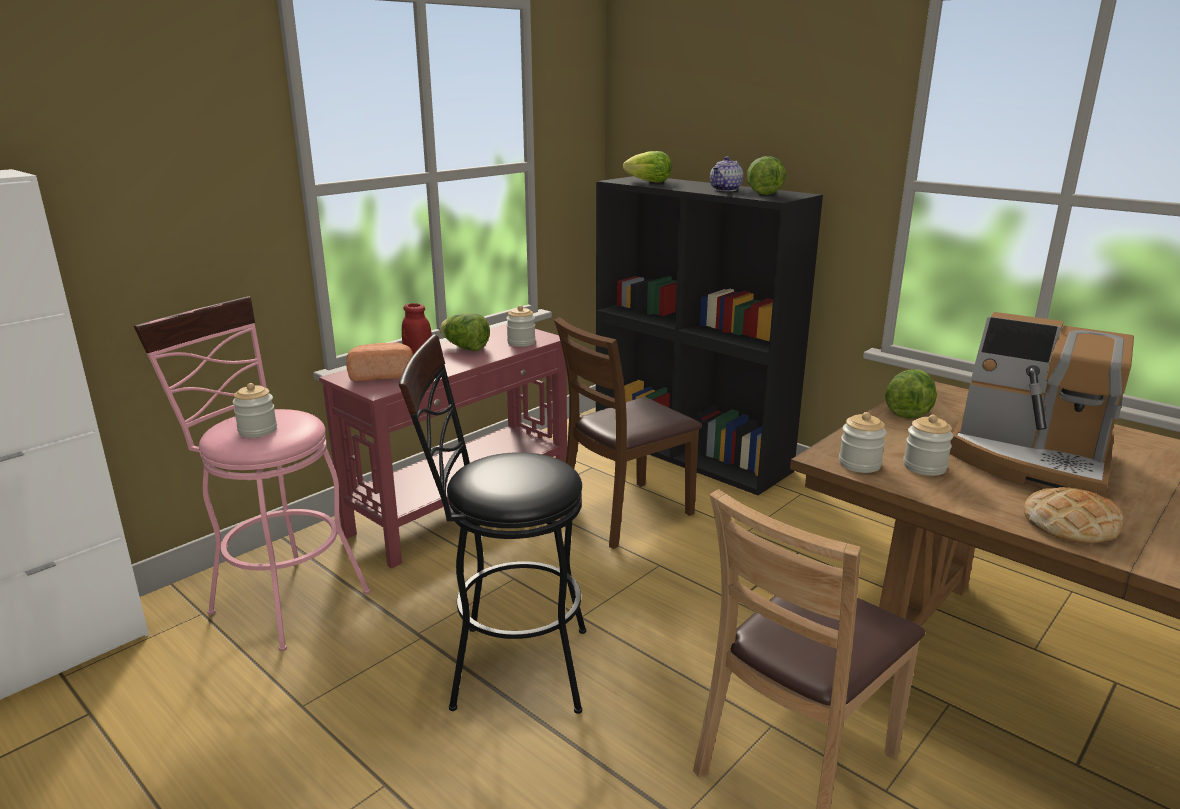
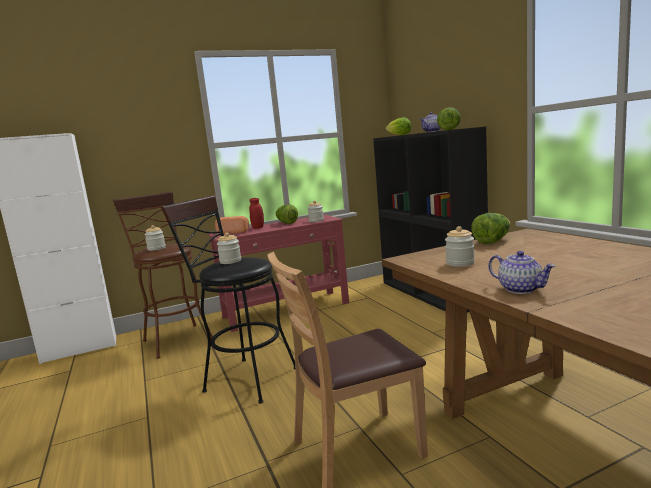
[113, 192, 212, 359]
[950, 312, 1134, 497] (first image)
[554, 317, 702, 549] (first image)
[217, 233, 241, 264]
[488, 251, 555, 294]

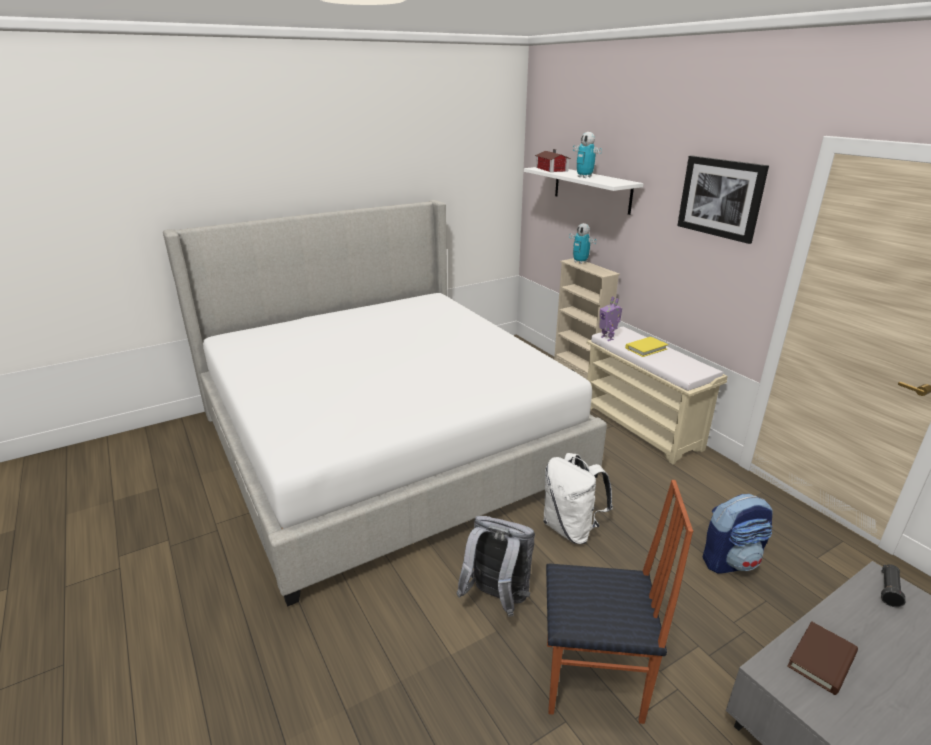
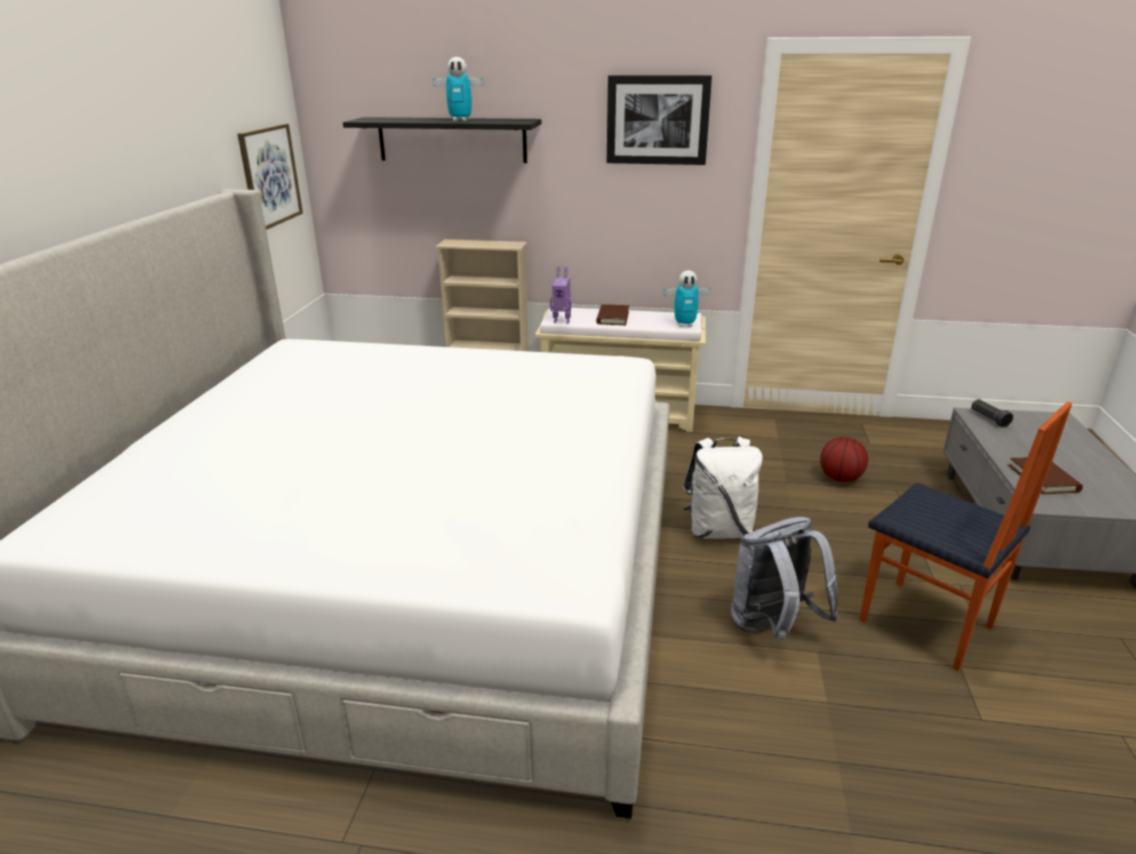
[535, 149, 571, 172] (first image)
[343, 117, 542, 163]
[663, 270, 711, 327]
[596, 304, 629, 325]
[859, 402, 1072, 671]
[820, 437, 868, 482]
[237, 124, 303, 230]

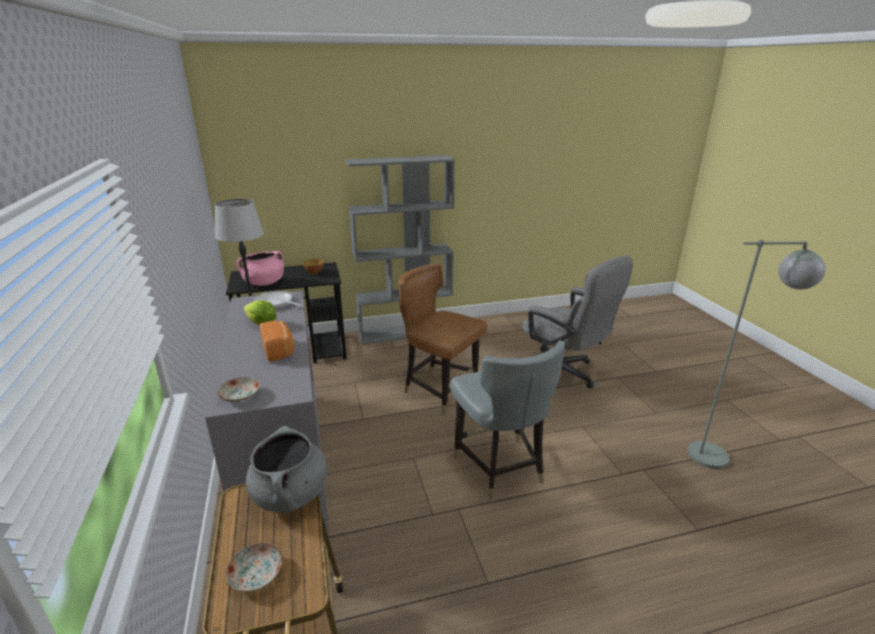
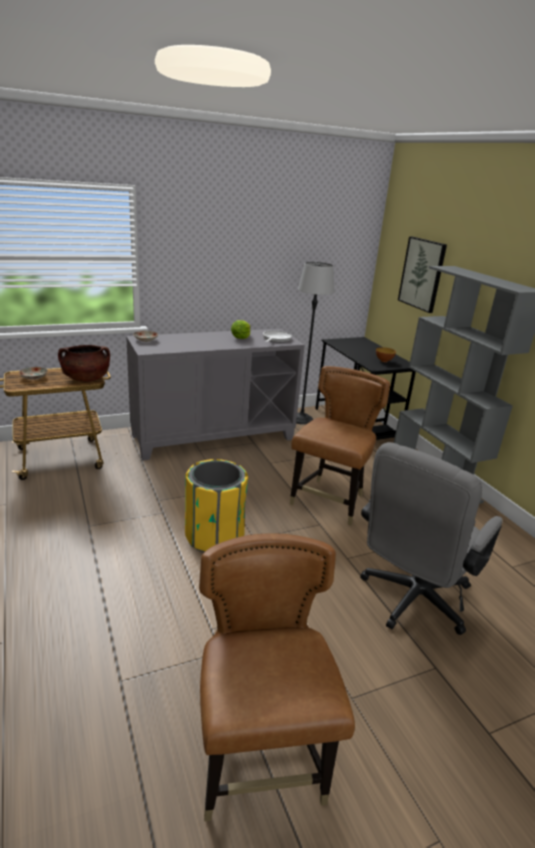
[199, 533, 355, 822]
[237, 251, 284, 286] (first image)
[260, 320, 295, 362] (first image)
[185, 459, 248, 553]
[58, 345, 110, 382]
[398, 236, 447, 313]

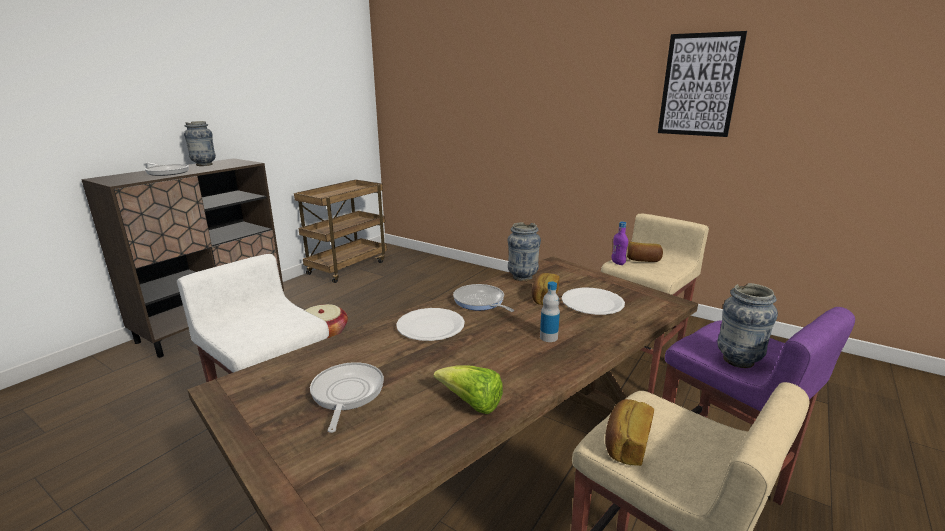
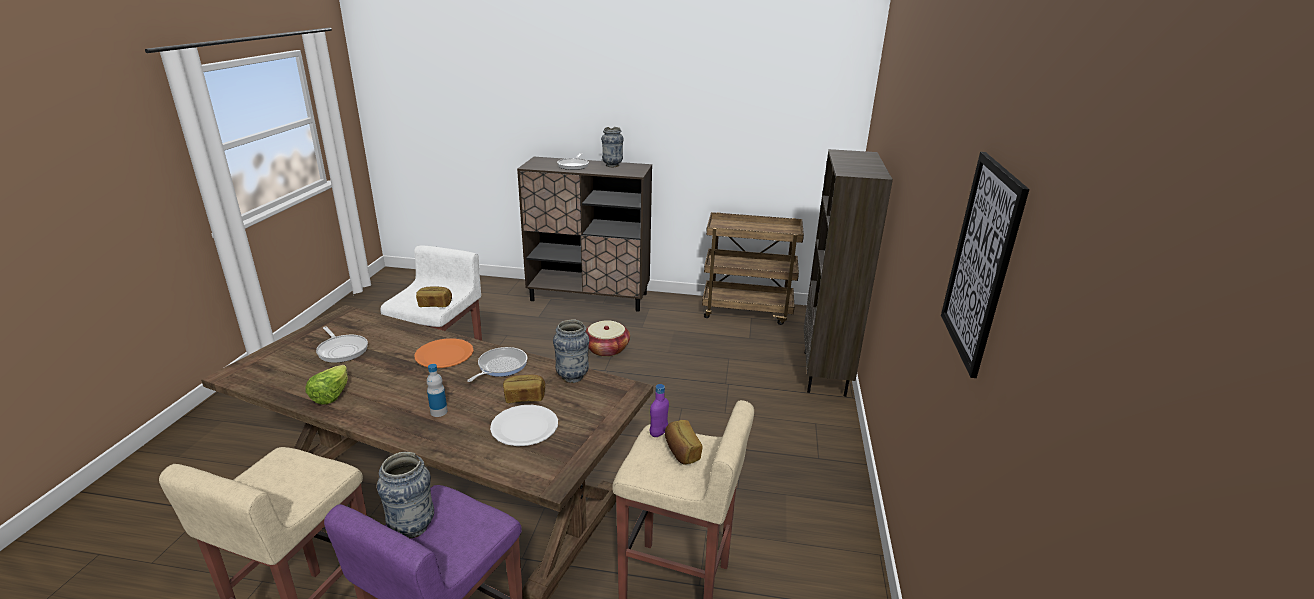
[414, 338, 474, 368]
[316, 326, 368, 363]
[416, 287, 452, 307]
[804, 149, 893, 397]

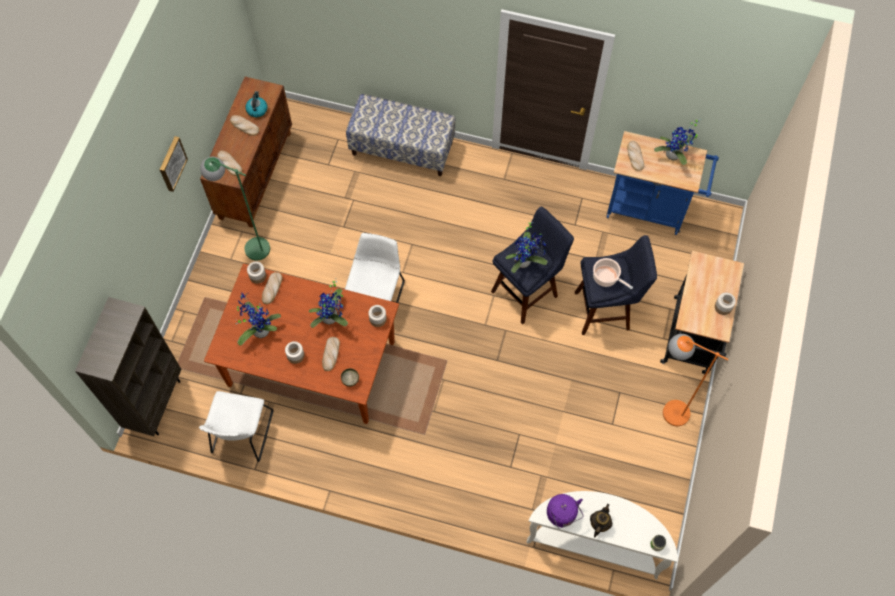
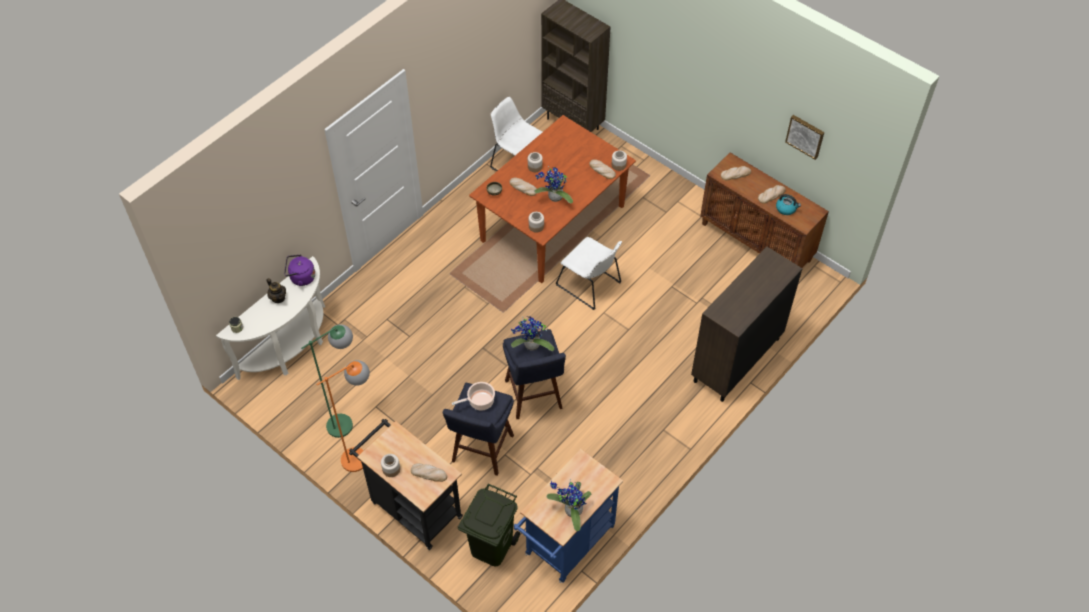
[691, 247, 803, 402]
[785, 115, 824, 160]
[411, 463, 447, 482]
[301, 324, 353, 438]
[235, 292, 281, 346] (first image)
[458, 483, 520, 566]

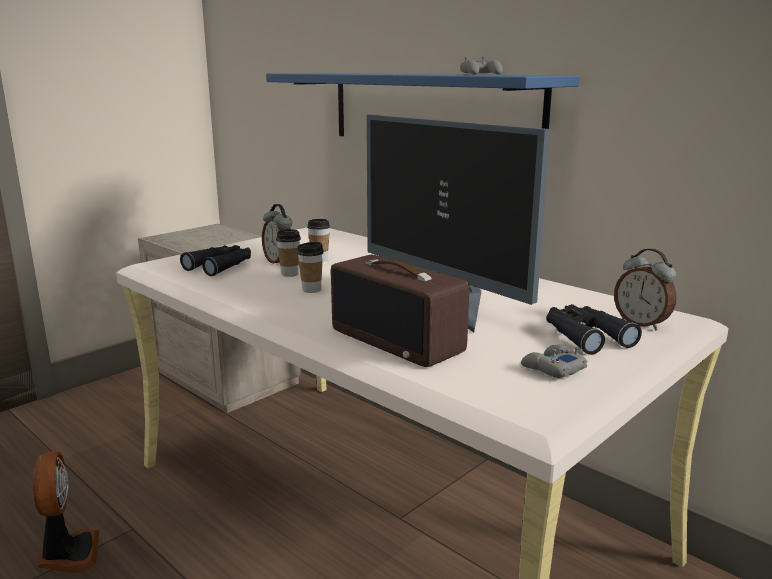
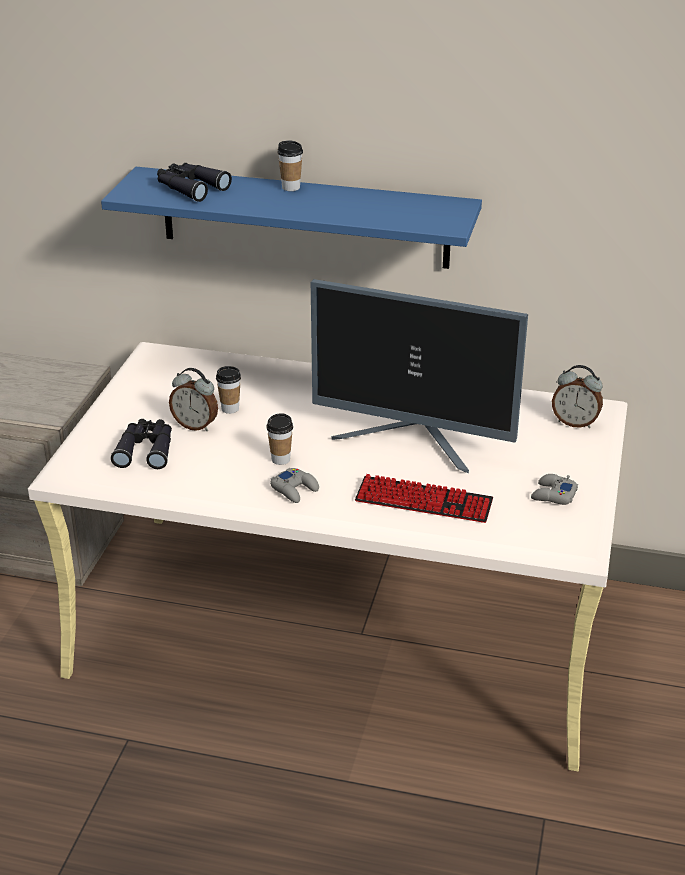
[270, 468, 319, 503]
[277, 140, 303, 191]
[355, 474, 493, 523]
[157, 163, 232, 202]
[33, 451, 99, 573] (first image)

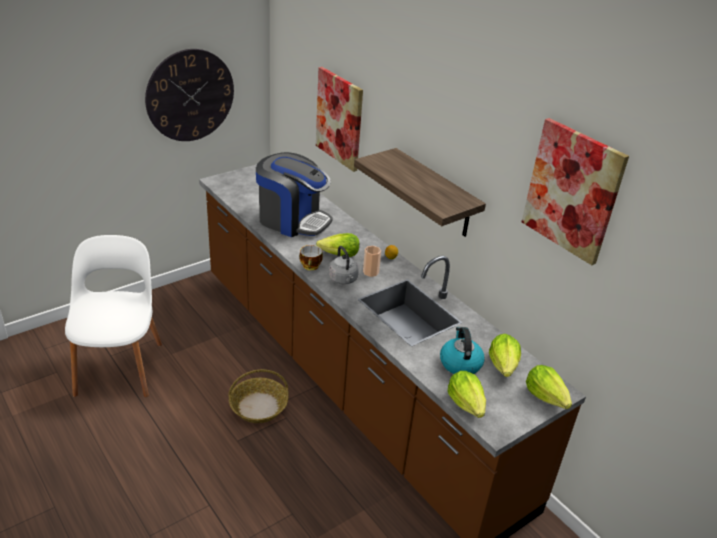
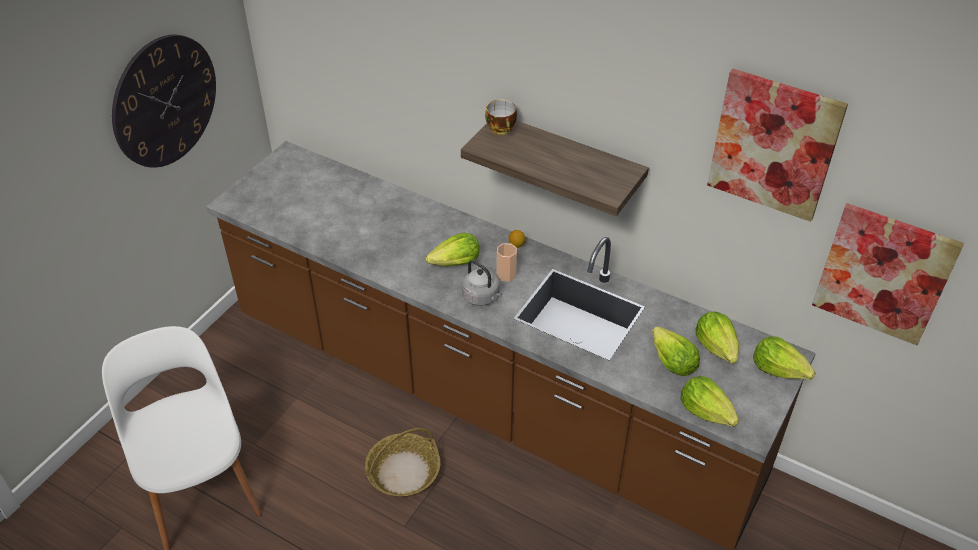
[812, 203, 964, 345]
[256, 152, 333, 237] (first image)
[485, 100, 517, 135]
[652, 326, 700, 376]

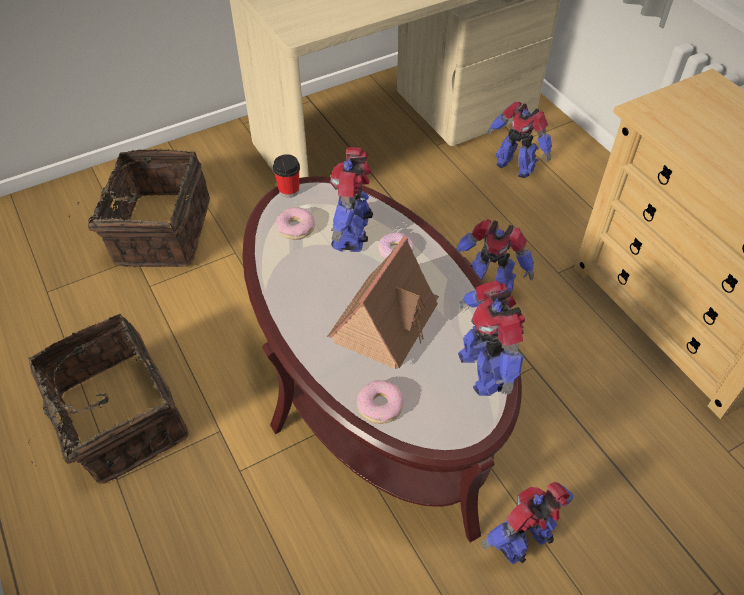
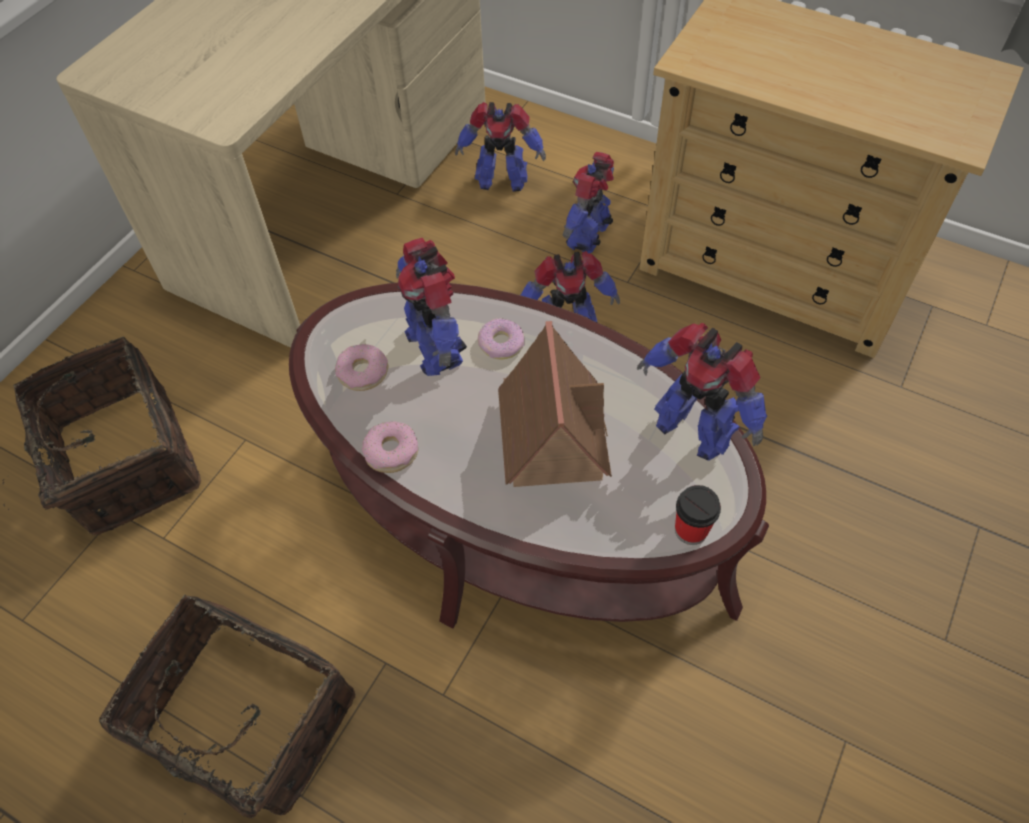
[675, 485, 721, 545]
[362, 421, 418, 473]
[563, 152, 614, 254]

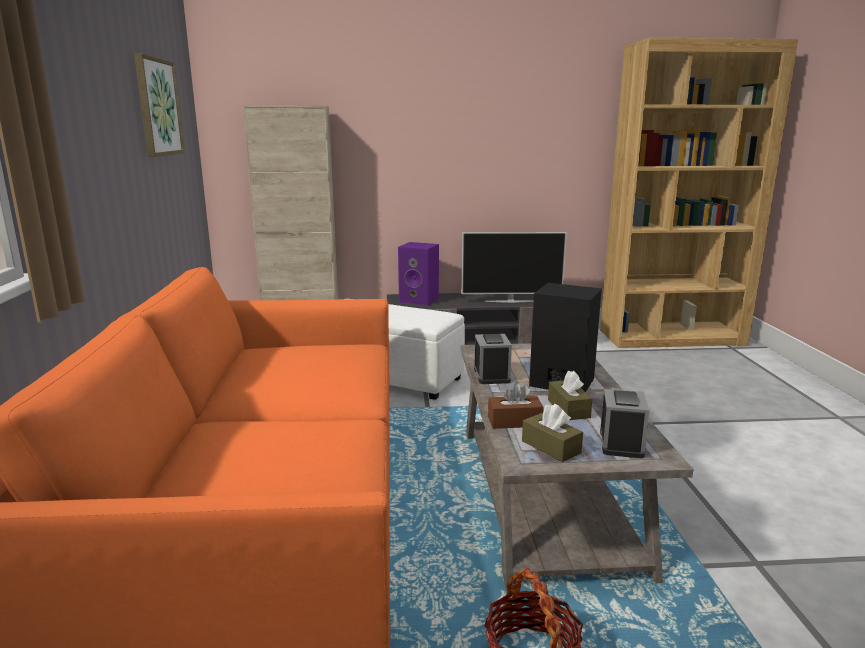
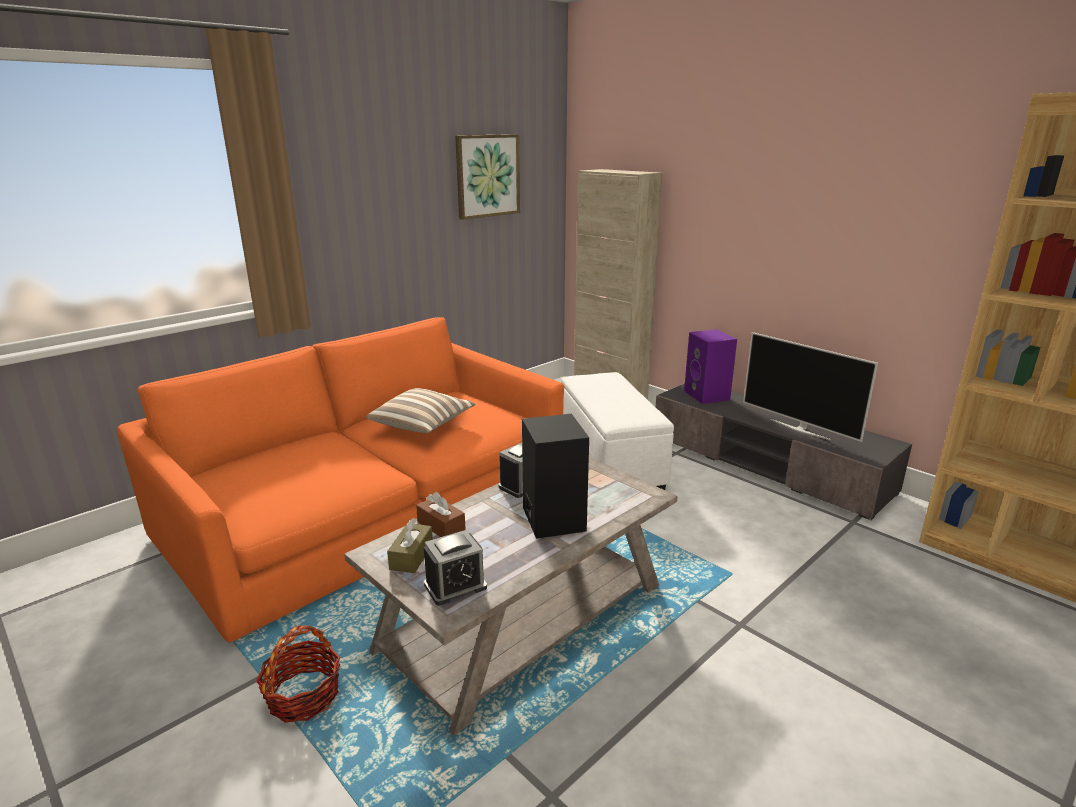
[548, 371, 592, 420] (first image)
[366, 388, 475, 433]

